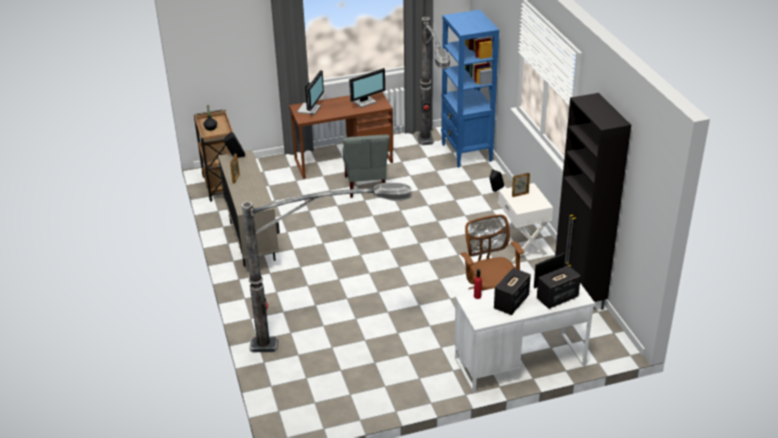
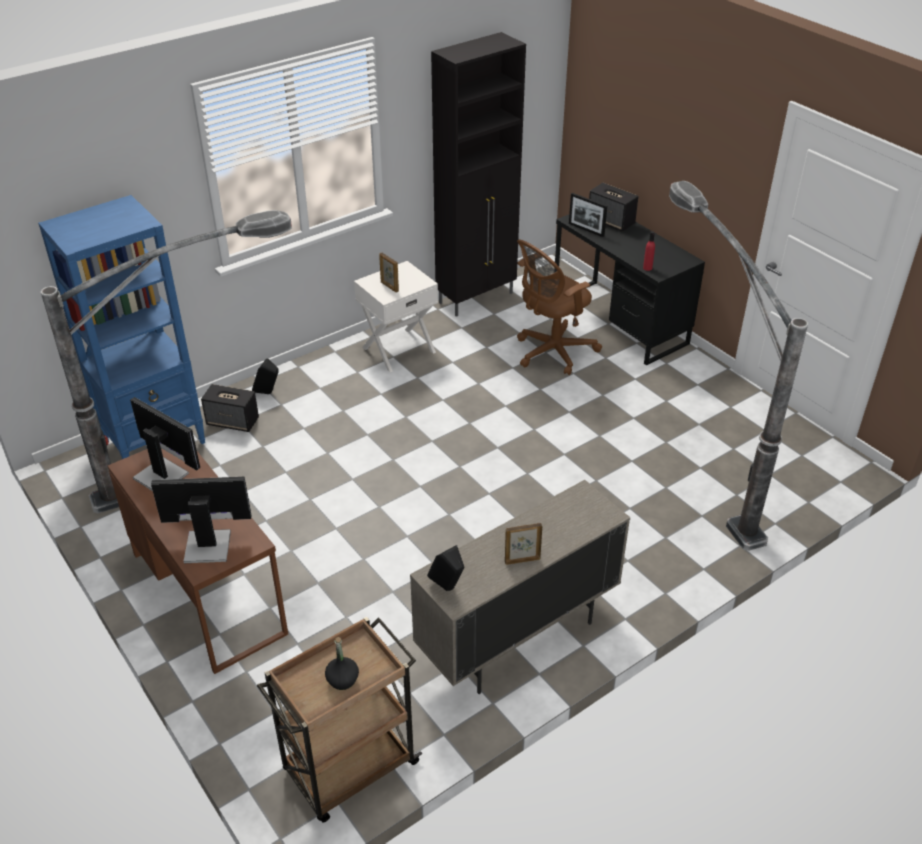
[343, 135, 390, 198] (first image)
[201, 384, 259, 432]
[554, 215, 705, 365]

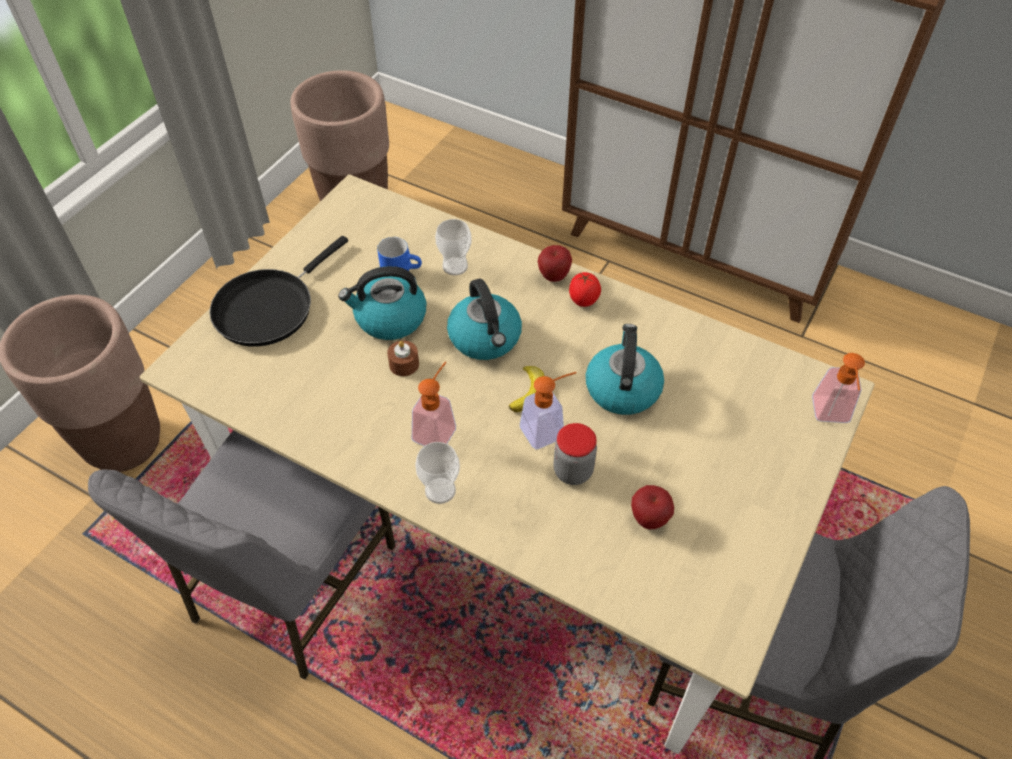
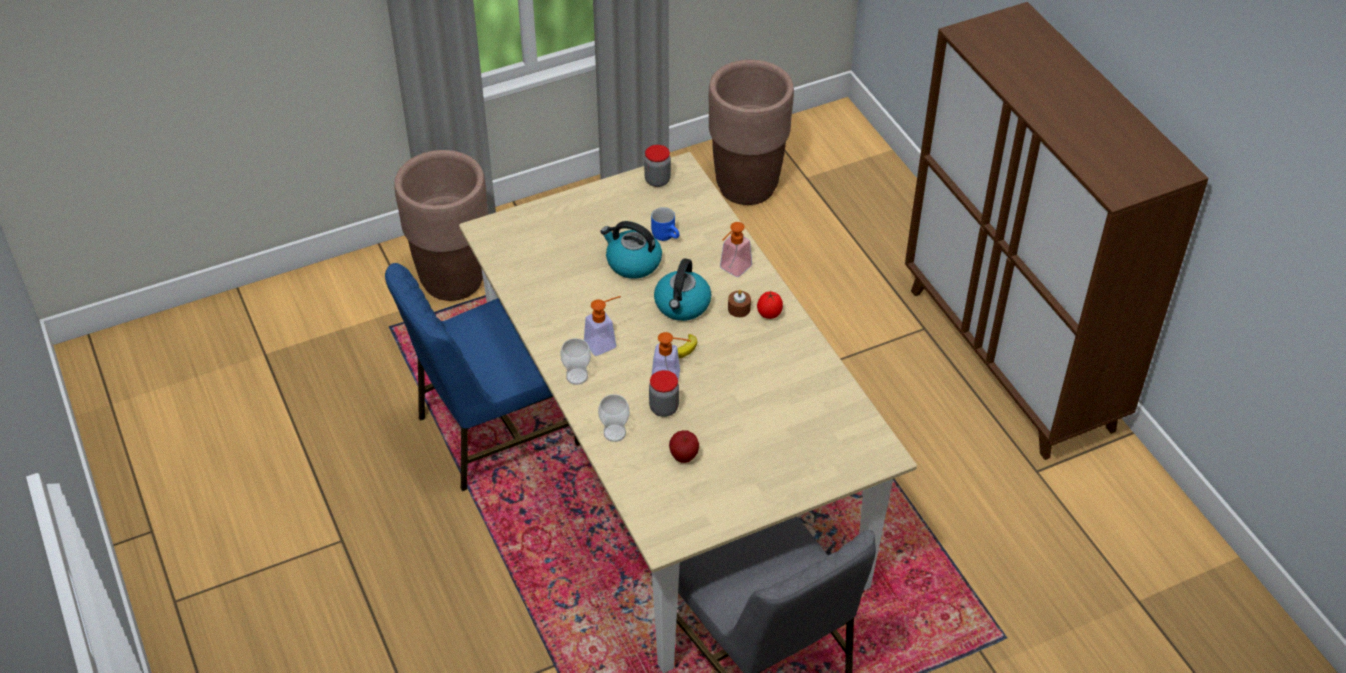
[598, 394, 630, 442]
[210, 236, 348, 347] (first image)
[538, 245, 572, 282] (first image)
[586, 324, 664, 415] (first image)
[728, 290, 751, 317]
[720, 222, 752, 277]
[385, 263, 580, 491]
[644, 145, 671, 187]

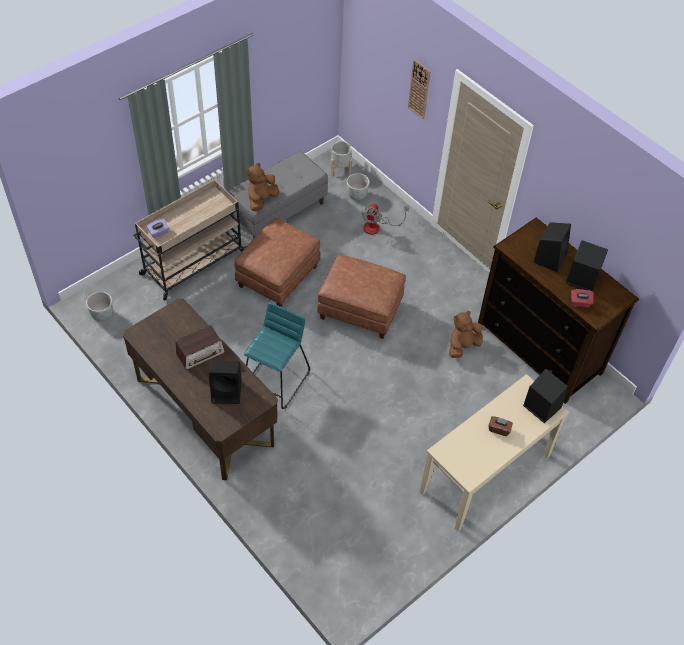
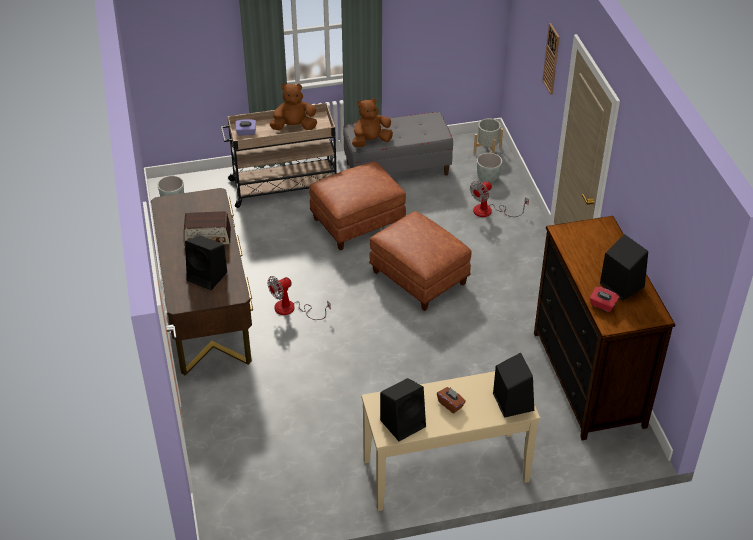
[380, 378, 426, 441]
[267, 276, 331, 320]
[270, 83, 317, 131]

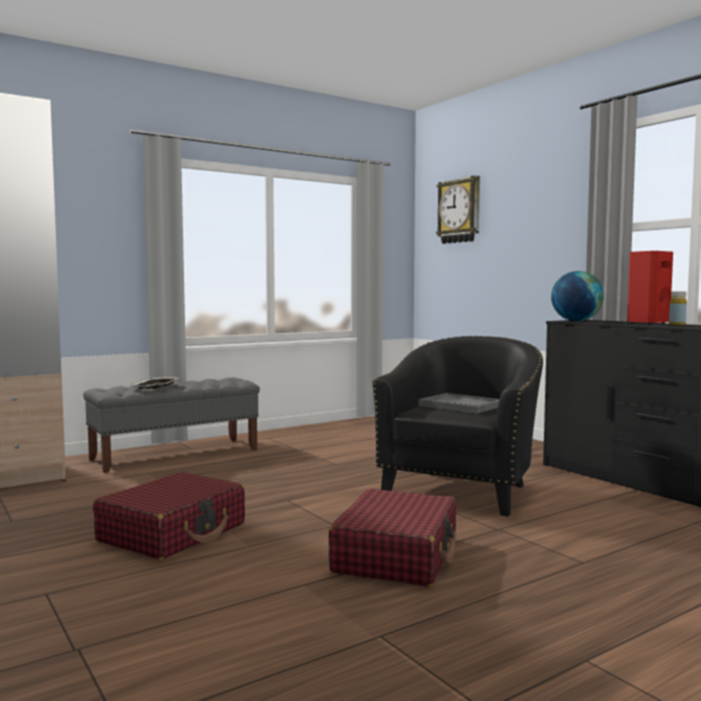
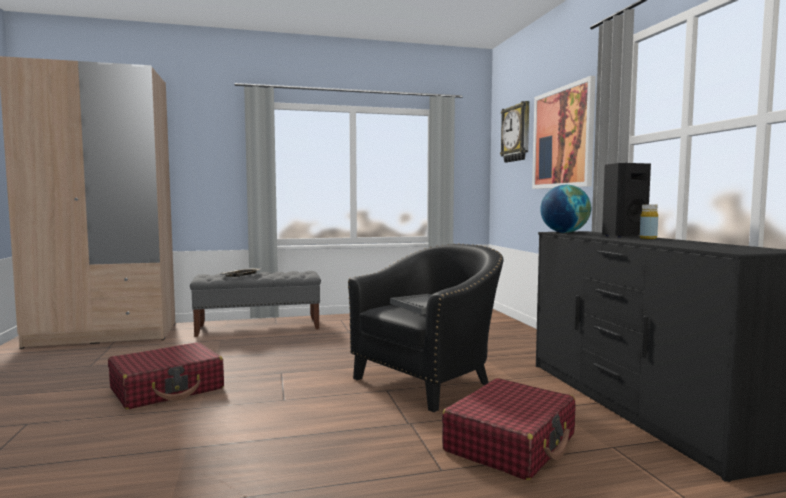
[602, 163, 651, 238]
[442, 378, 576, 480]
[532, 76, 596, 189]

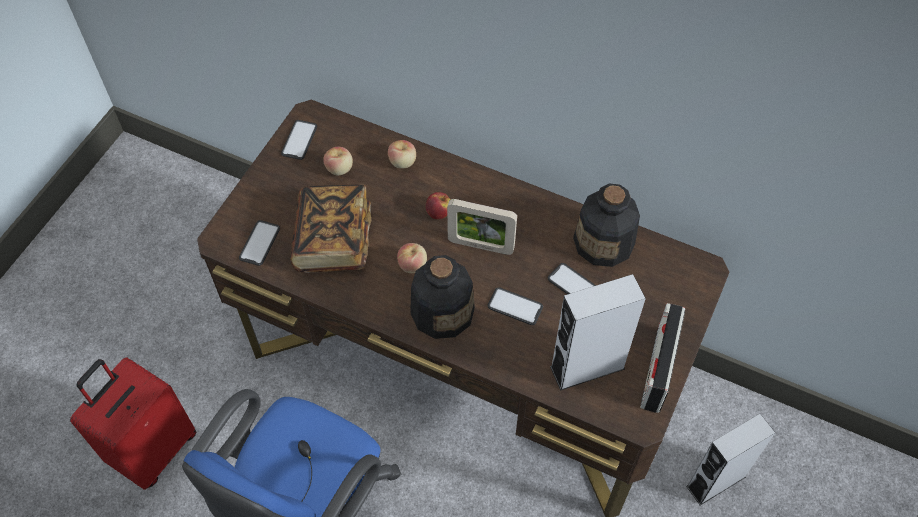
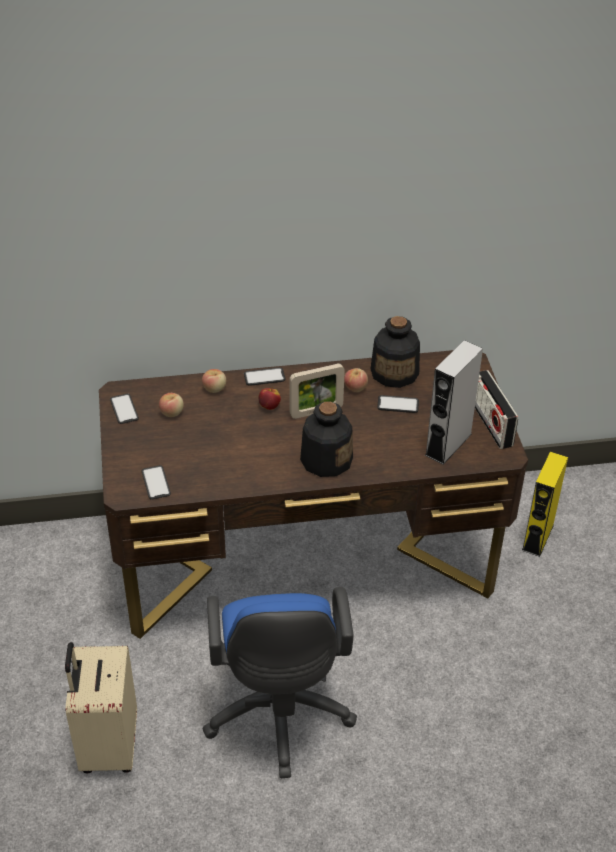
[290, 184, 371, 273] (first image)
[344, 368, 368, 392]
[244, 367, 286, 386]
[65, 642, 137, 773]
[522, 452, 568, 557]

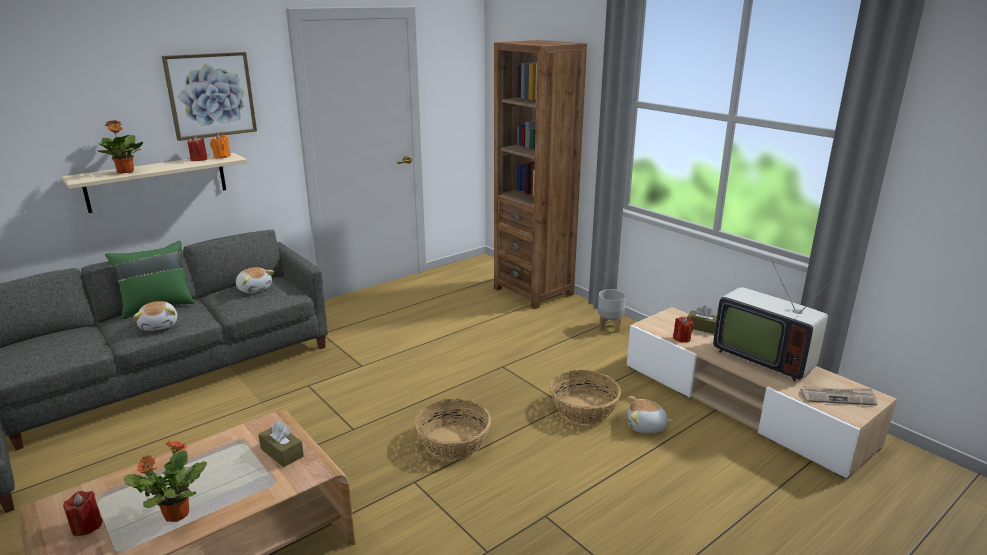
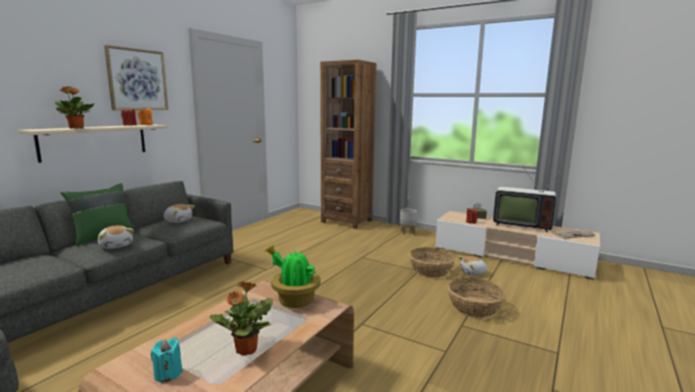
[447, 277, 506, 318]
[266, 245, 320, 308]
[151, 337, 183, 383]

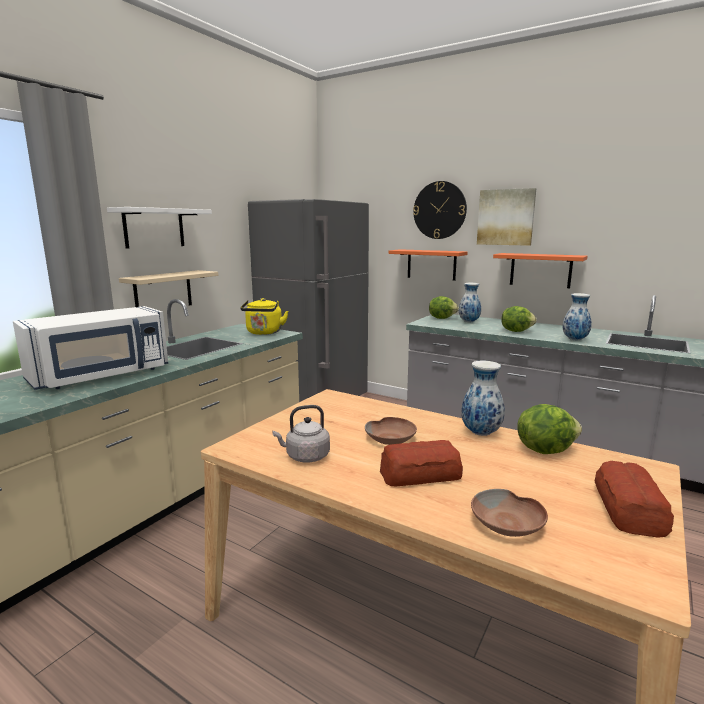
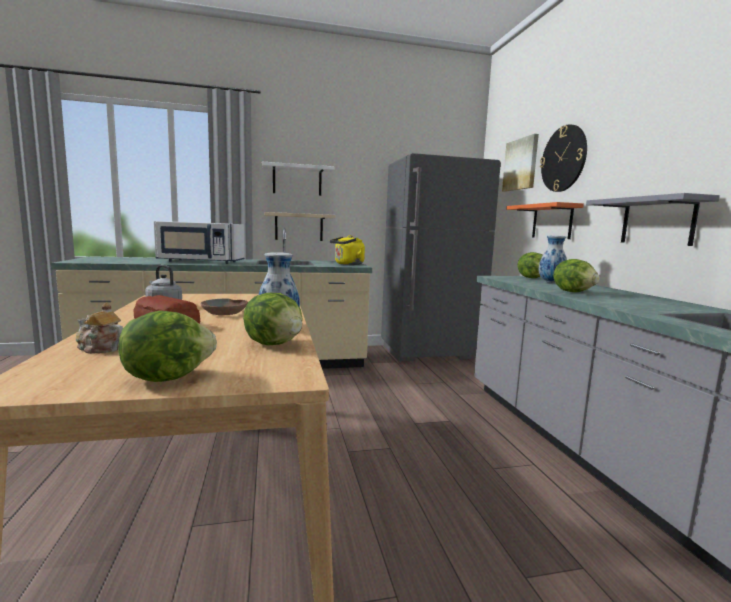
[502, 134, 539, 192]
[586, 193, 720, 246]
[562, 293, 592, 340] (first image)
[118, 311, 217, 382]
[76, 302, 123, 354]

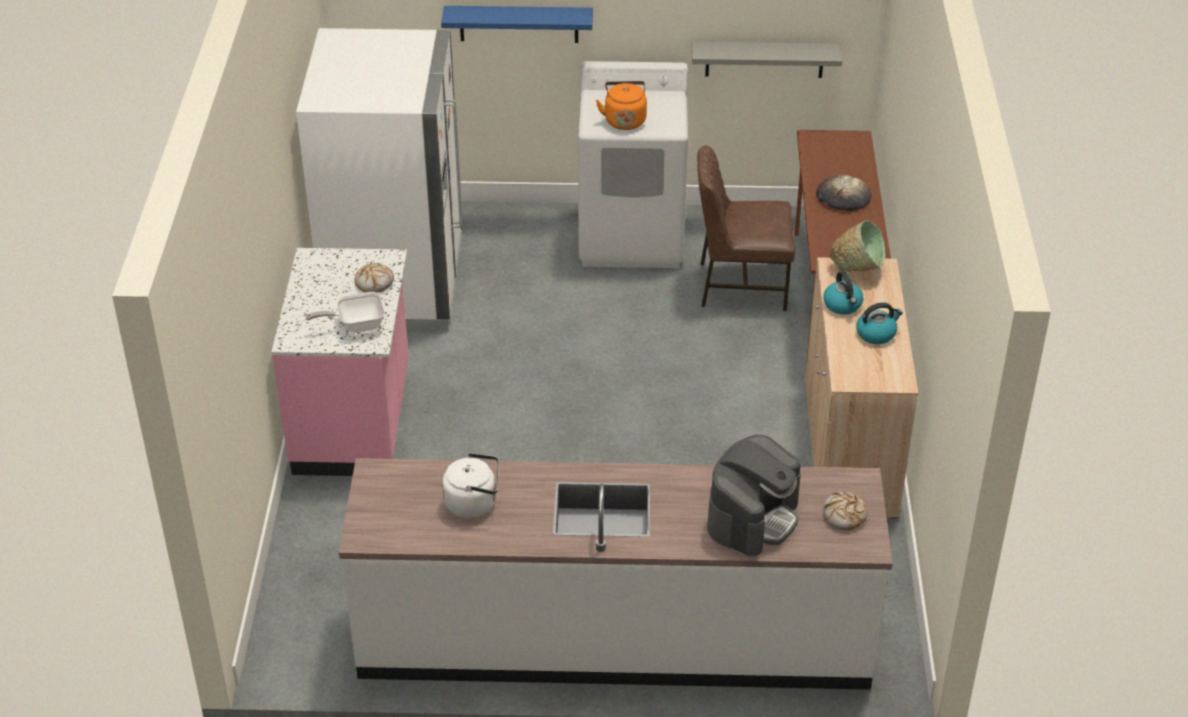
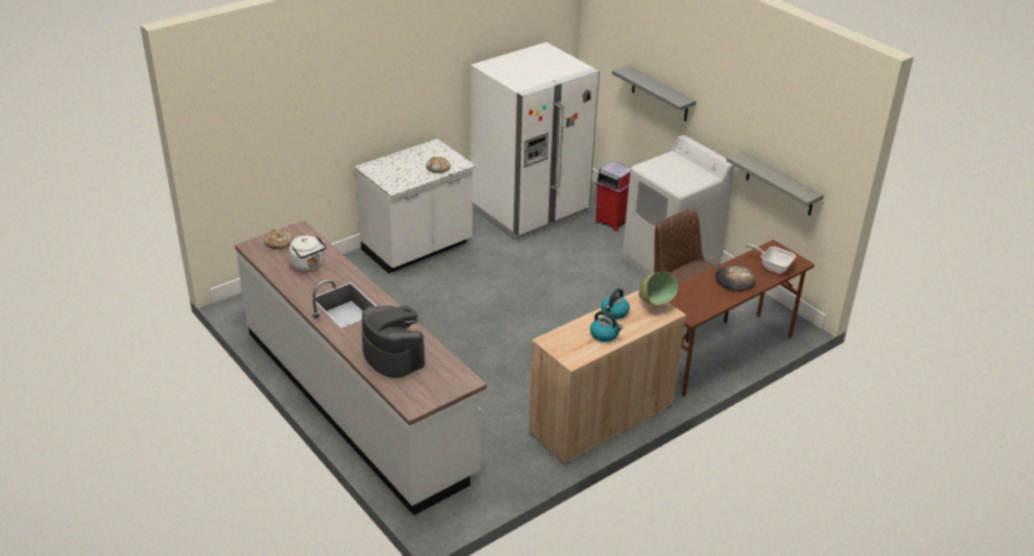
[612, 65, 696, 122]
[596, 81, 647, 130] (first image)
[354, 139, 476, 274]
[746, 244, 796, 274]
[362, 306, 425, 378]
[264, 229, 292, 249]
[595, 161, 631, 231]

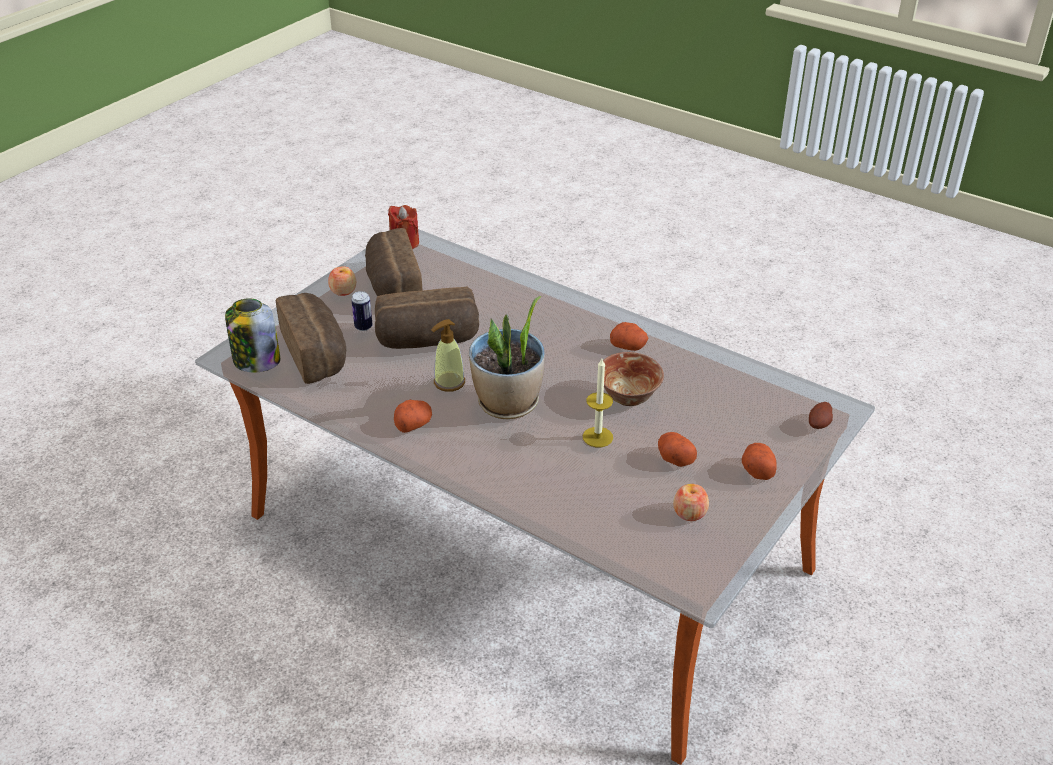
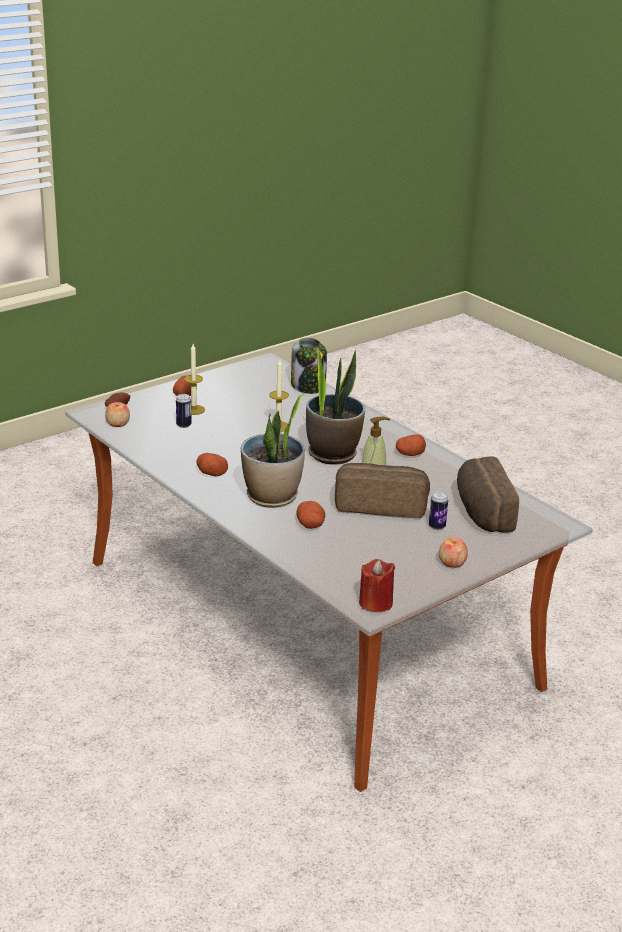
[365, 228, 423, 296] (first image)
[291, 338, 327, 394]
[603, 352, 664, 406] (first image)
[297, 501, 325, 529]
[105, 402, 130, 427]
[184, 344, 205, 415]
[241, 393, 305, 508]
[176, 394, 192, 428]

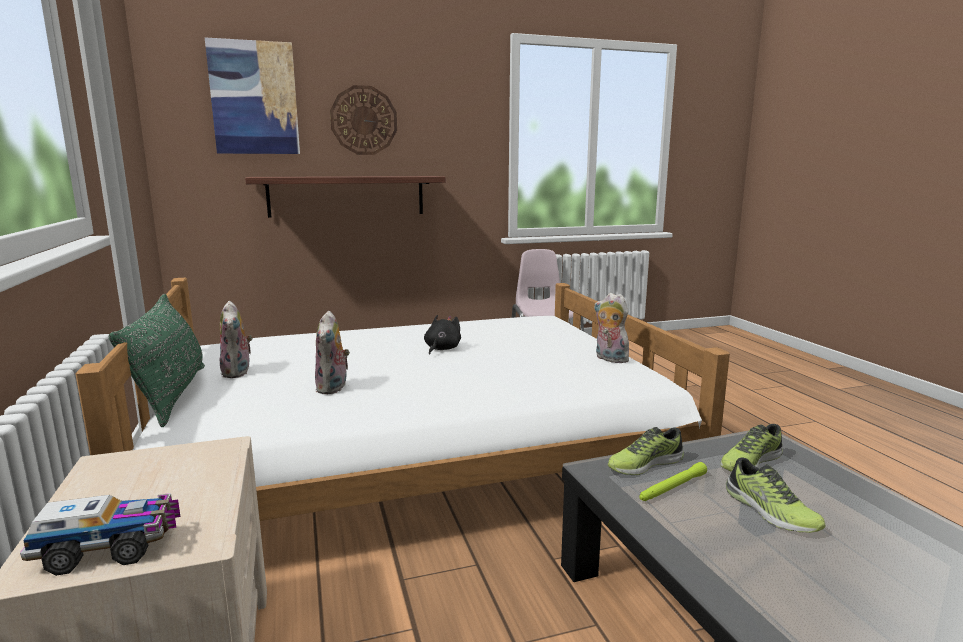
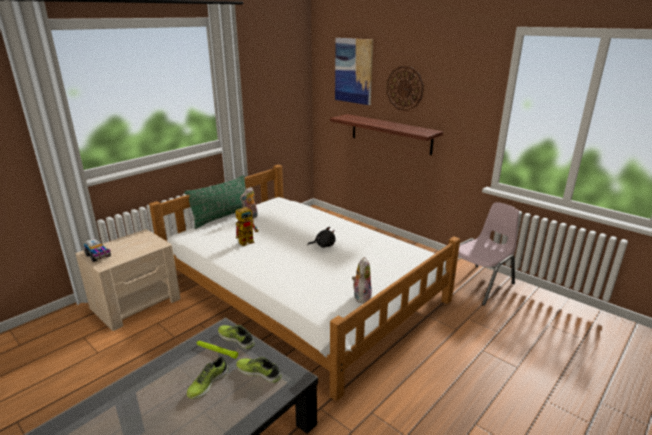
[236, 206, 258, 246]

